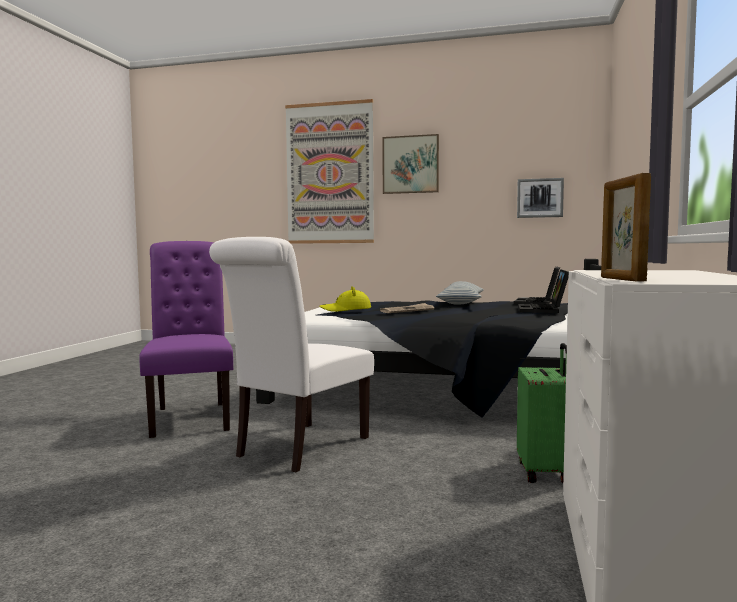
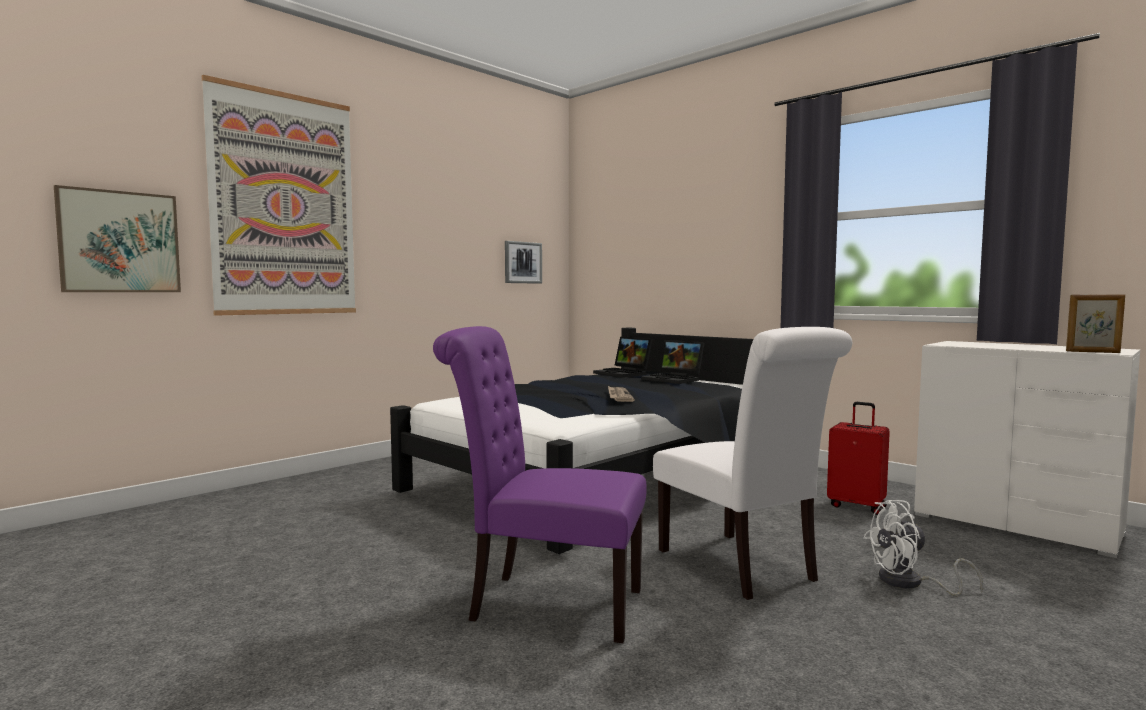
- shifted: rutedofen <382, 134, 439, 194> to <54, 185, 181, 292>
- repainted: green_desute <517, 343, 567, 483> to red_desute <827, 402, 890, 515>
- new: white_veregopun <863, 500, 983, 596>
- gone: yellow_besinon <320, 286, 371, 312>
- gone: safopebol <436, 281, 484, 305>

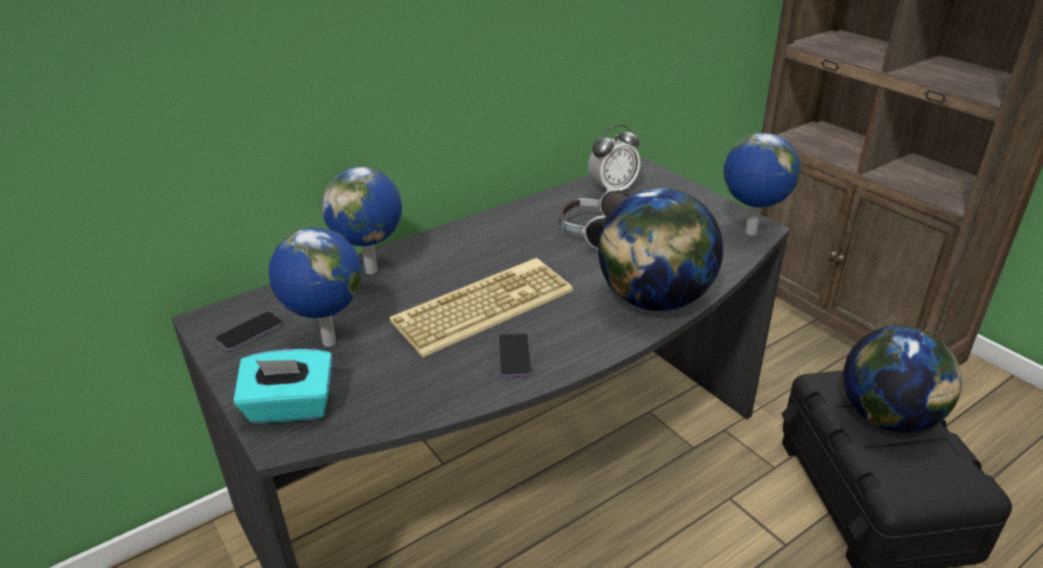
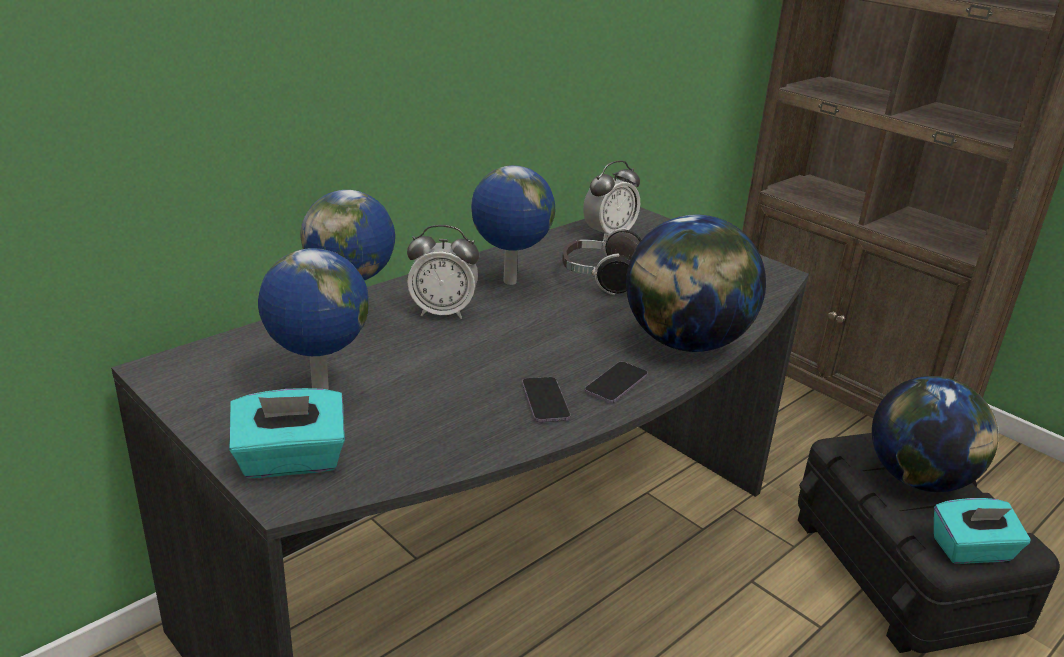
- new: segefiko <407, 225, 479, 319>
- shifted: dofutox <723, 133, 800, 235> to <471, 165, 555, 285>
- shifted: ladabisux <215, 312, 283, 351> to <585, 362, 648, 403>
- new: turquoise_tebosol <934, 498, 1031, 564>
- gone: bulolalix <389, 258, 573, 358>

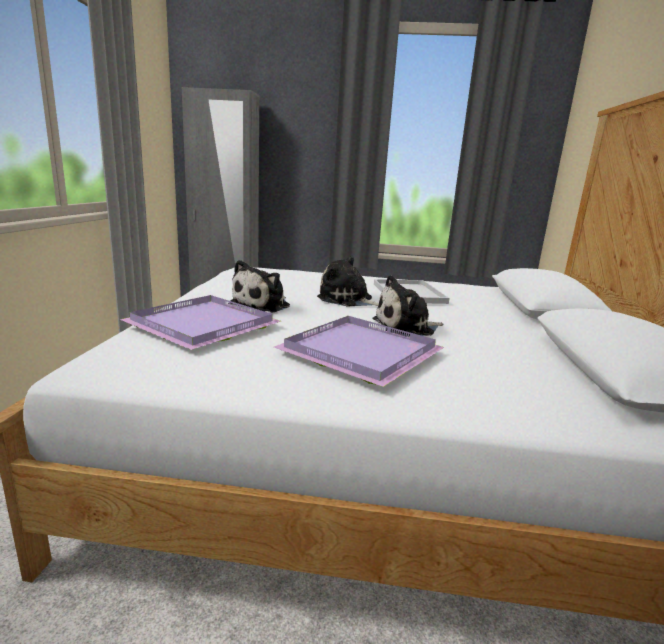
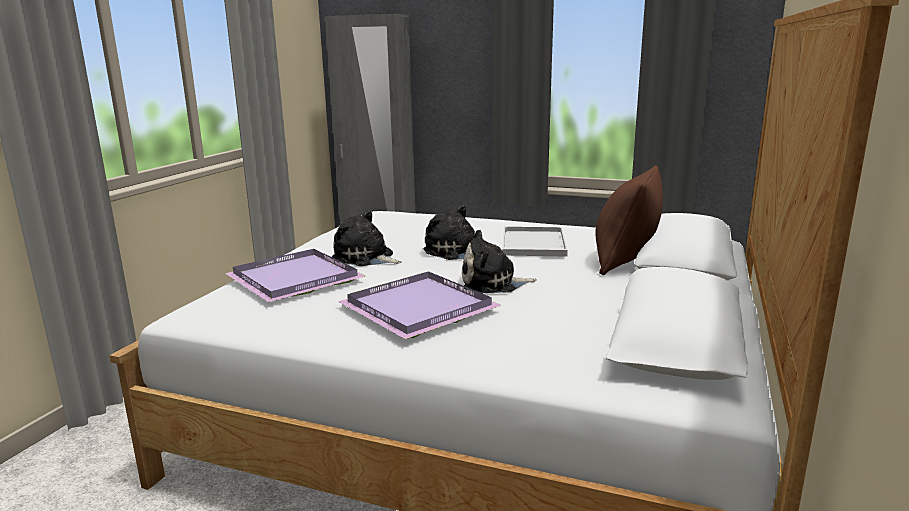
- rotated: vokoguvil <230, 260, 290, 312> = <332, 210, 402, 266> 75 degrees clockwise
- new: brown_safopebol <595, 165, 663, 275>

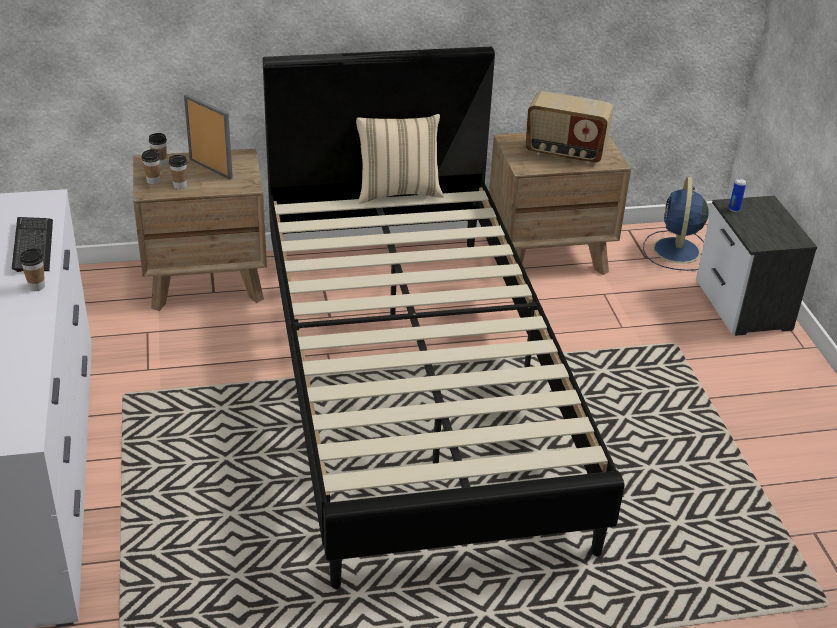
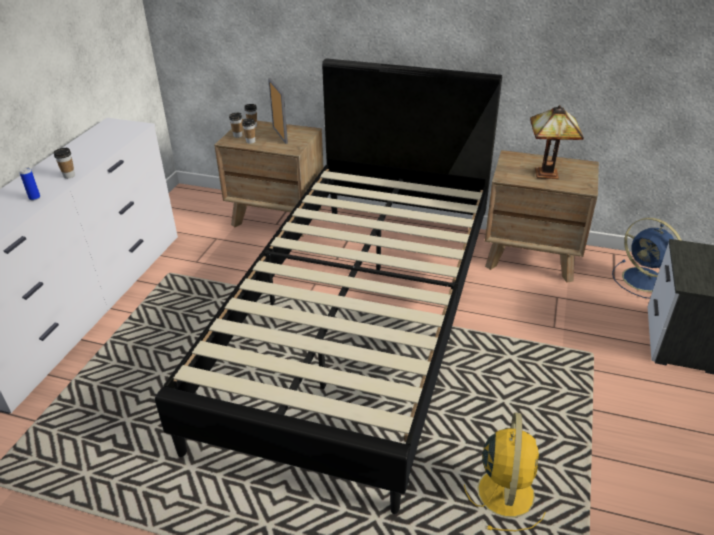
- shifted: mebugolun <729, 178, 746, 212> to <19, 167, 40, 201>
- new: yellow_veregopun <464, 412, 546, 531>
- swapped: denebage <525, 91, 614, 164> to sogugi <530, 105, 584, 179>
- rotated: blue_veregopun <643, 177, 709, 271> = <612, 218, 682, 299> 75 degrees counterclockwise
- gone: bulolalix <12, 217, 53, 272>
- gone: beige_safopebol <356, 114, 444, 204>

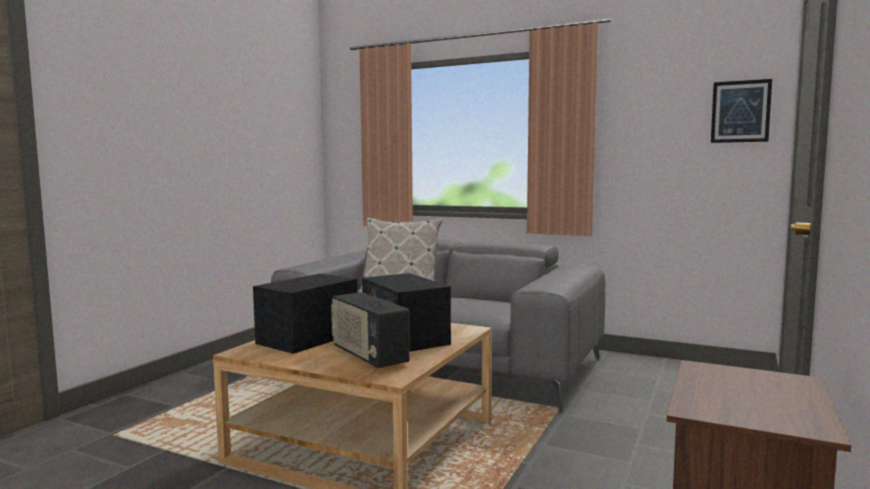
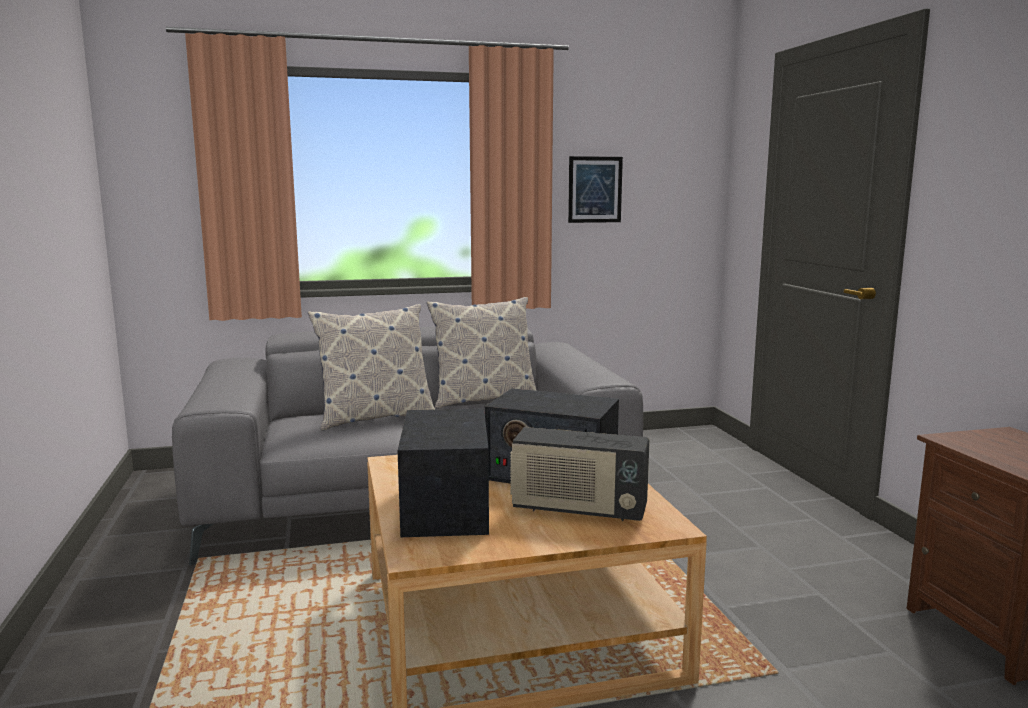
- new: safopebol <427, 297, 537, 409>
- shifted: rutedofen <711, 79, 772, 143> to <568, 156, 623, 223>

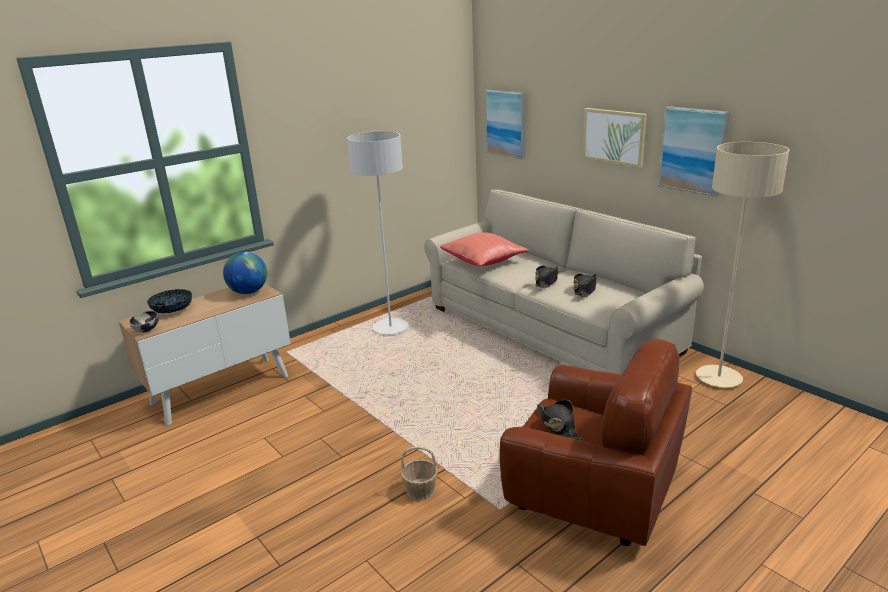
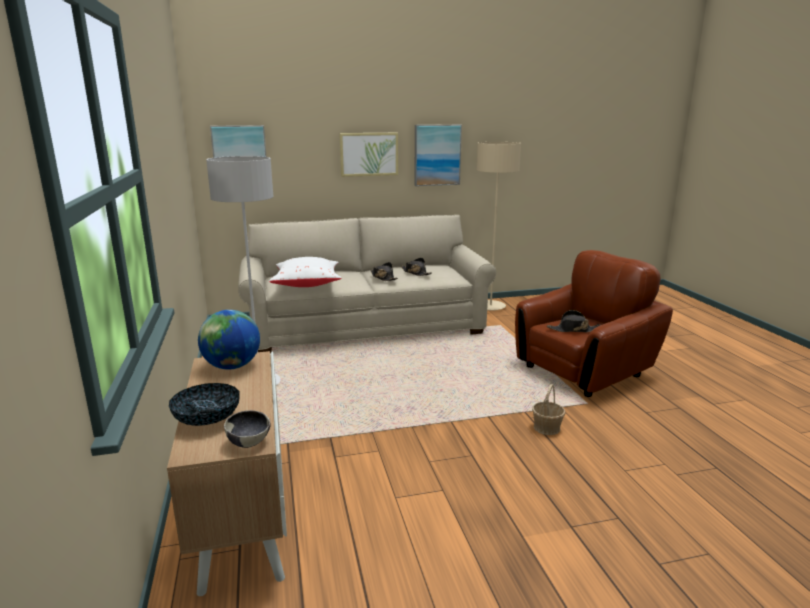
- repainted: red_safopebol <440, 232, 529, 266> to white_safopebol <269, 257, 341, 287>

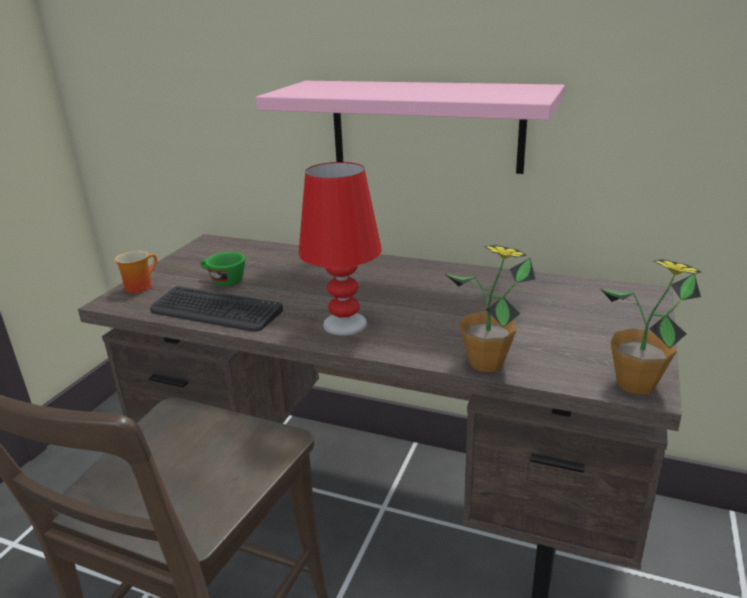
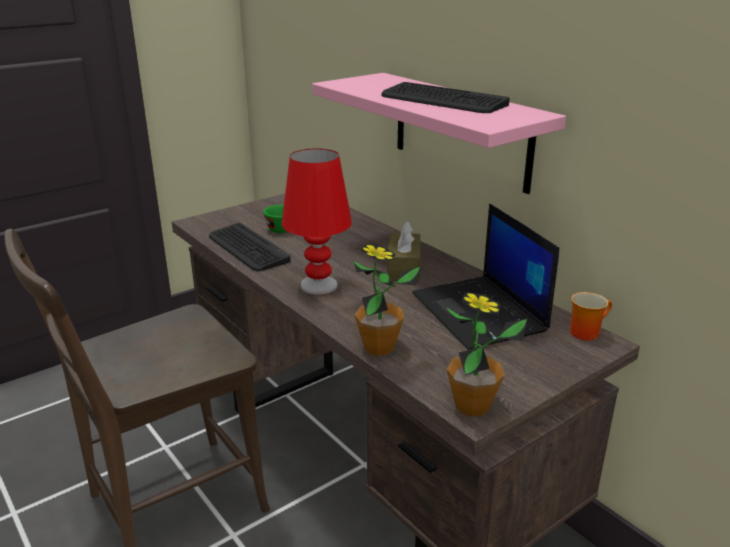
- new: bulolalix <381, 82, 510, 113>
- new: brown_tebosol <387, 221, 420, 282>
- new: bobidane <412, 203, 559, 350>
- shifted: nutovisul <115, 251, 157, 293> to <570, 292, 612, 341>

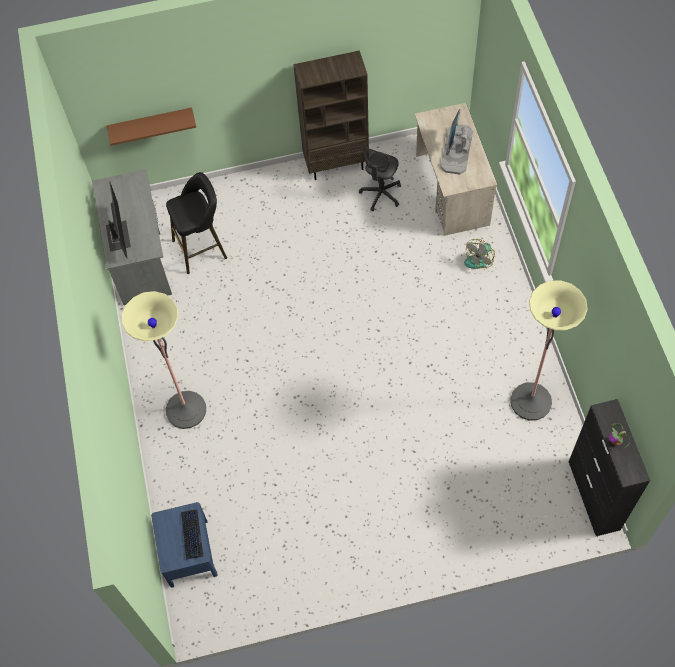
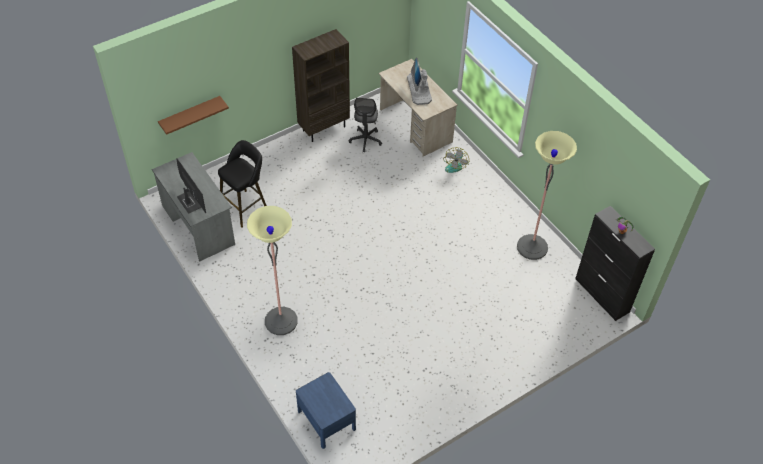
- gone: bulolalix <181, 510, 204, 560>

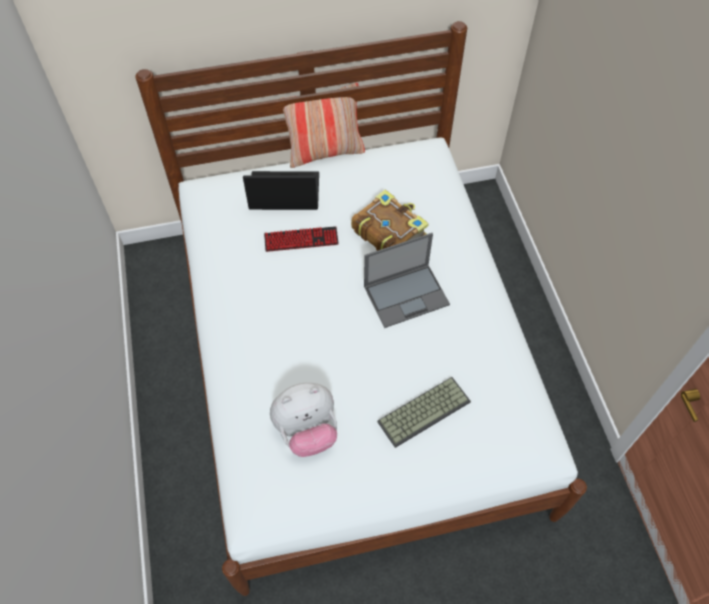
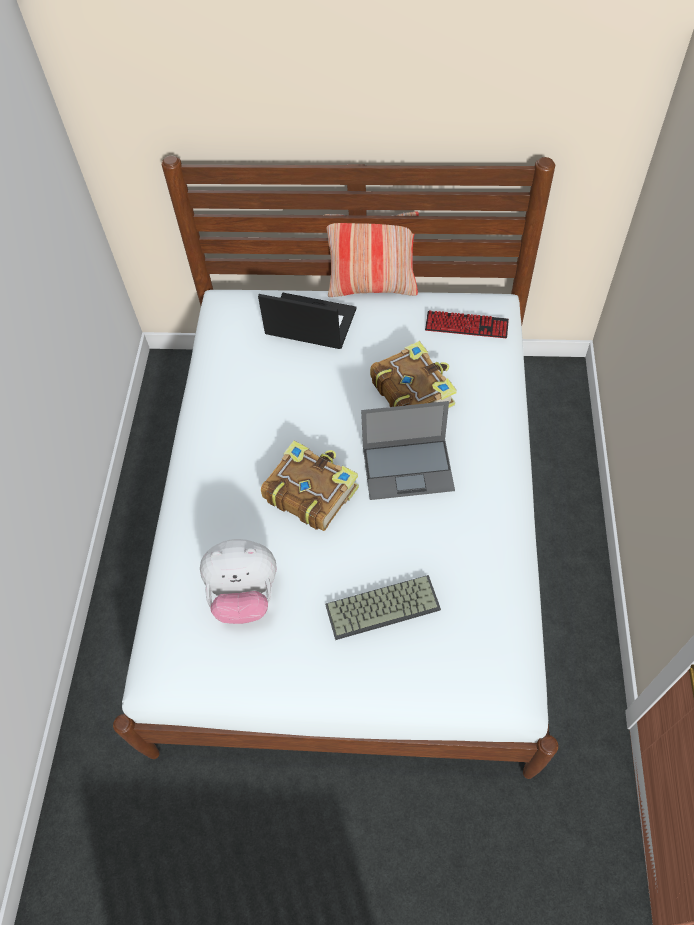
- new: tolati <261, 441, 359, 531>
- shifted: bulolalix <264, 226, 339, 252> to <425, 310, 509, 338>

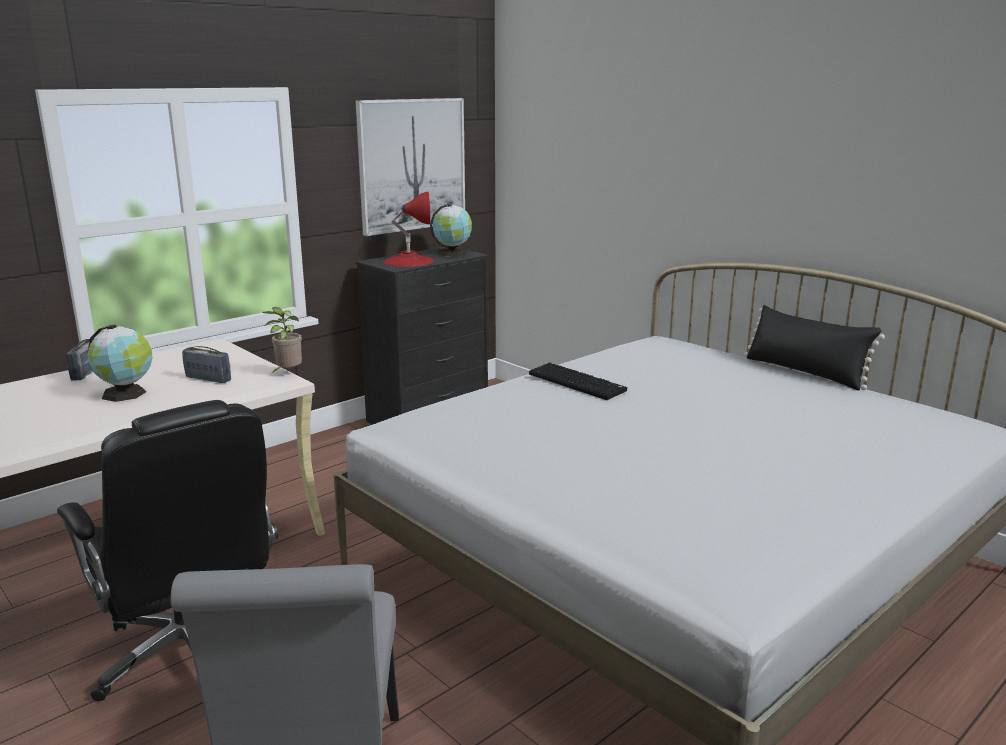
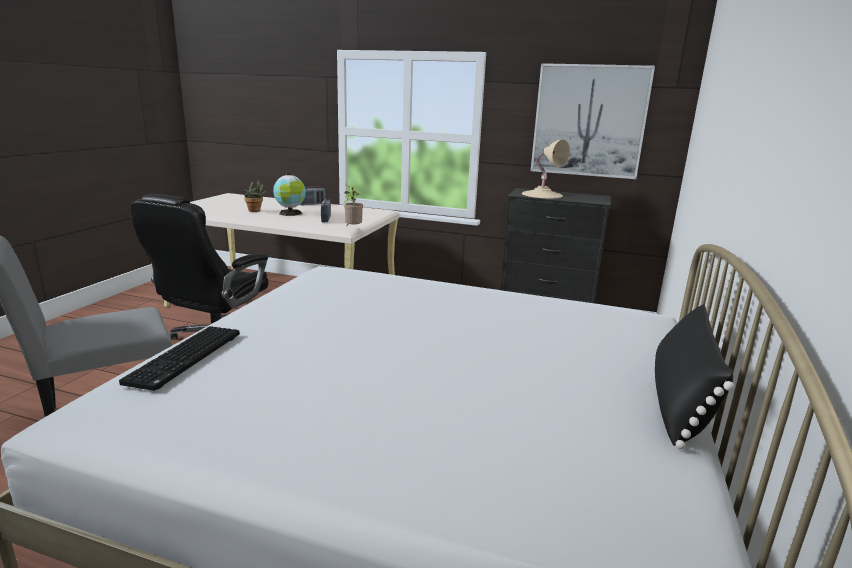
- shifted: bulolalix <529, 363, 627, 400> to <119, 326, 240, 391>
- new: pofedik <243, 179, 266, 212>
- repainted: red_sogugi <384, 192, 434, 267> to beige_sogugi <522, 139, 570, 198>
- gone: dofutox <430, 204, 472, 256>

